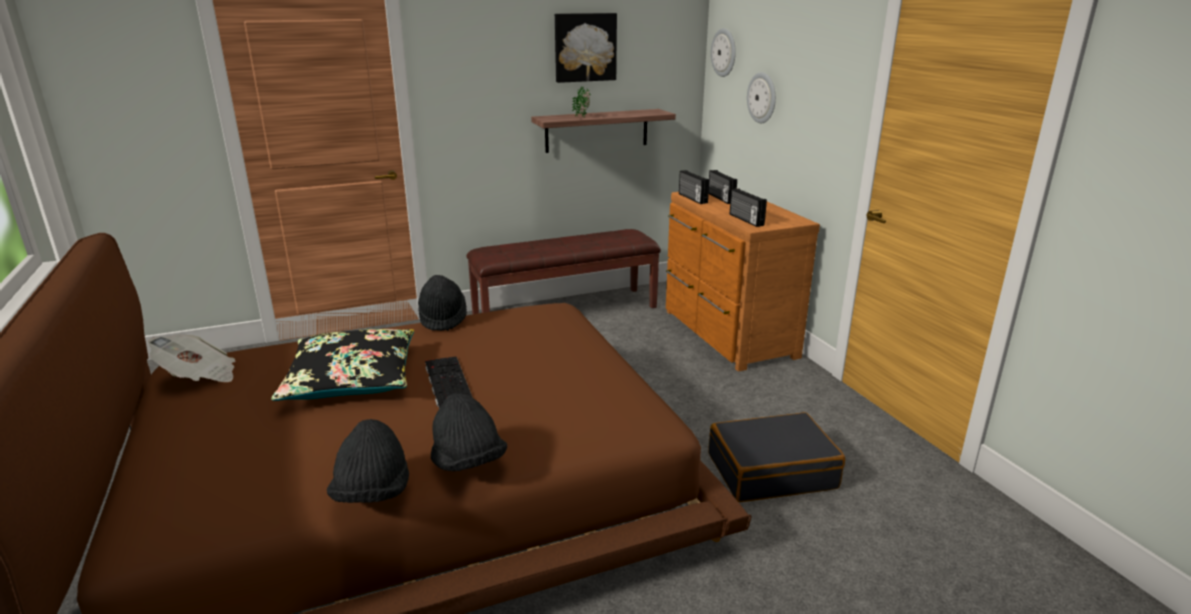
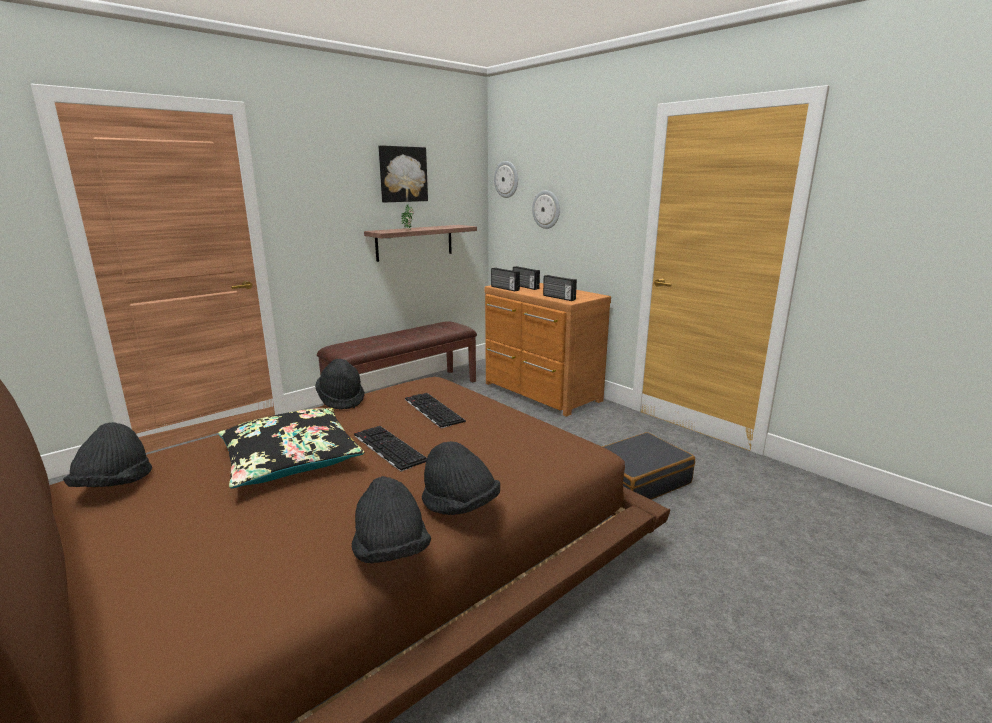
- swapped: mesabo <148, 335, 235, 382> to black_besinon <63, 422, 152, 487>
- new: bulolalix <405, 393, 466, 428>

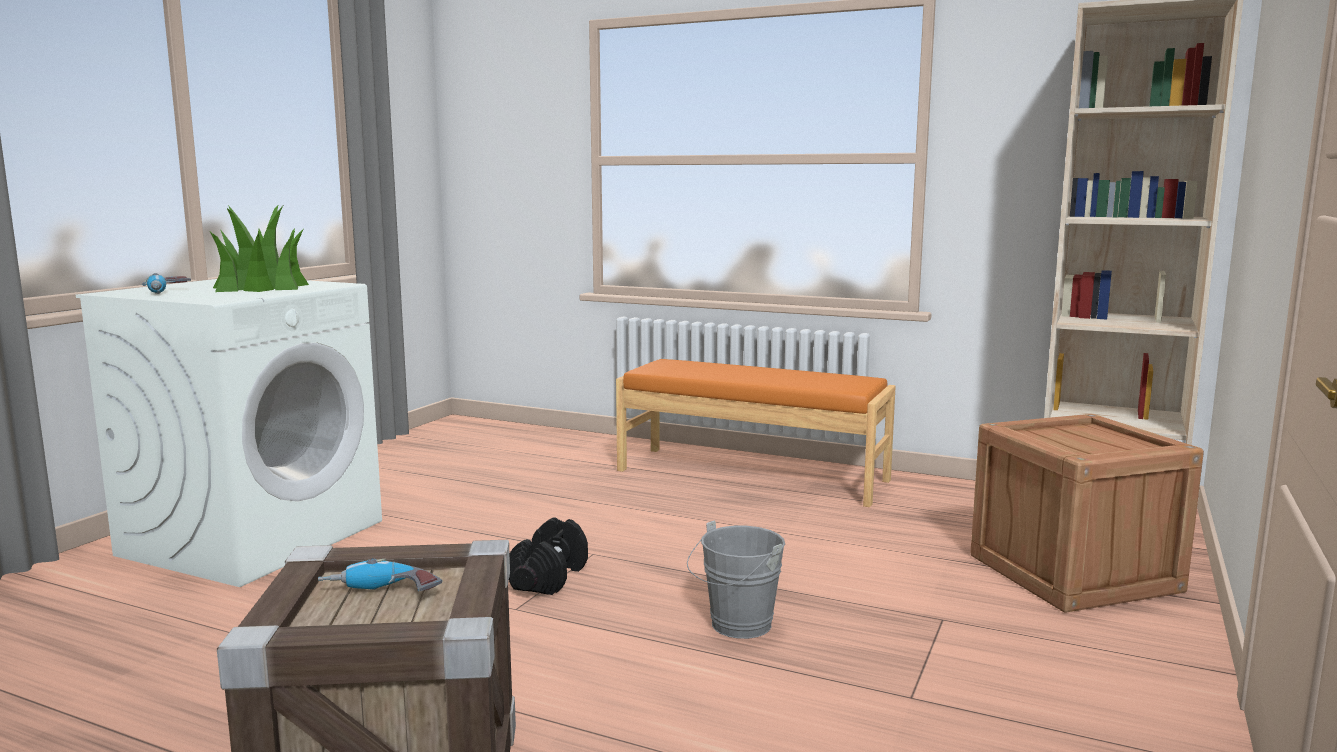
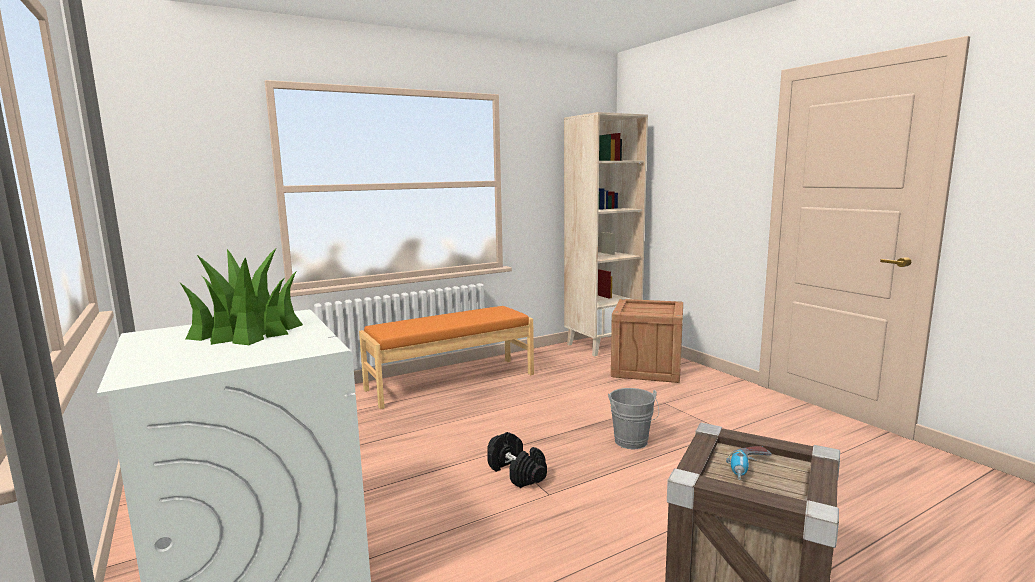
- gone: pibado <142, 273, 191, 294>

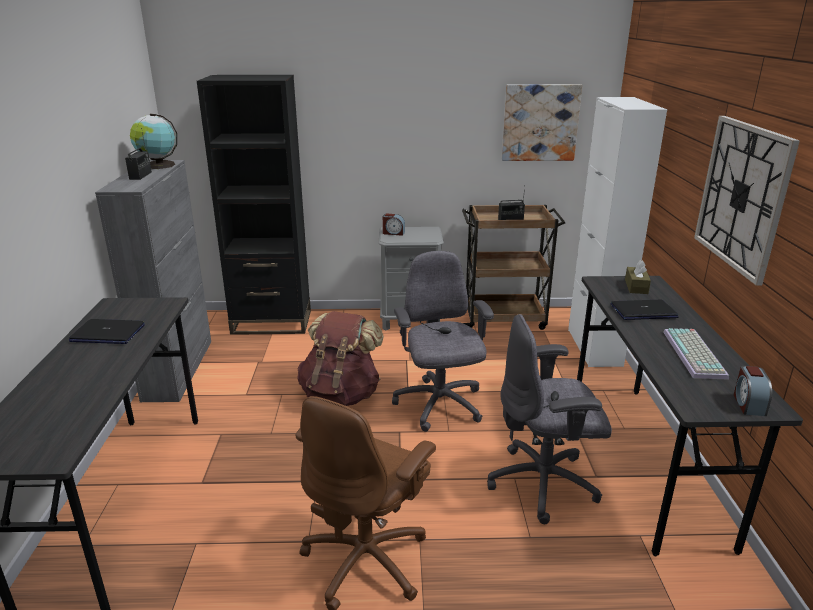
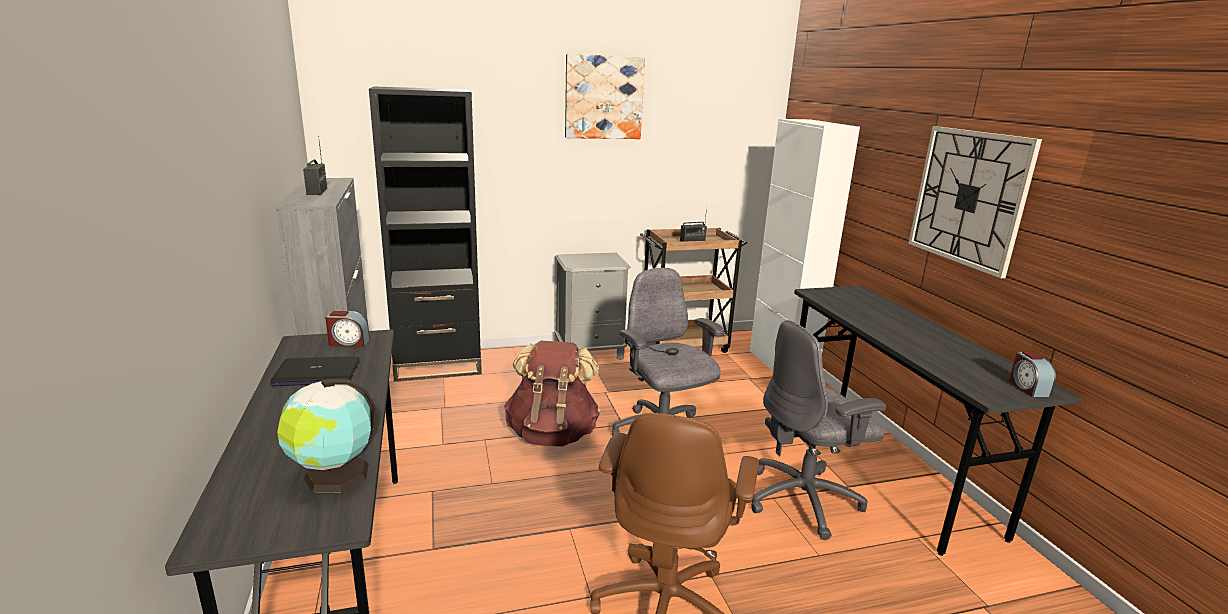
- shifted: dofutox <130, 113, 177, 169> to <277, 379, 377, 492>
- shifted: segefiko <383, 214, 405, 236> to <325, 311, 370, 347>
- shifted: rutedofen <502, 84, 582, 161> to <565, 54, 645, 139>
- gone: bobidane <611, 300, 679, 320>
- gone: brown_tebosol <625, 260, 651, 294>
- gone: bulolalix <663, 328, 729, 380>

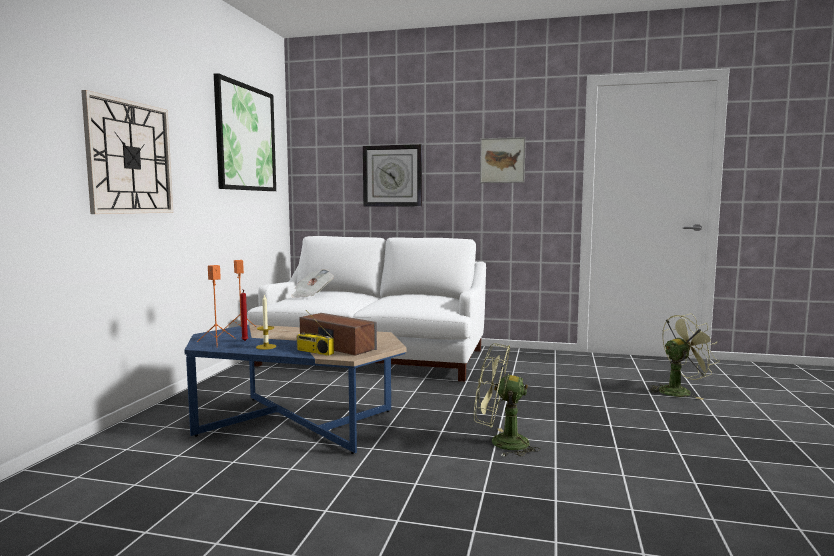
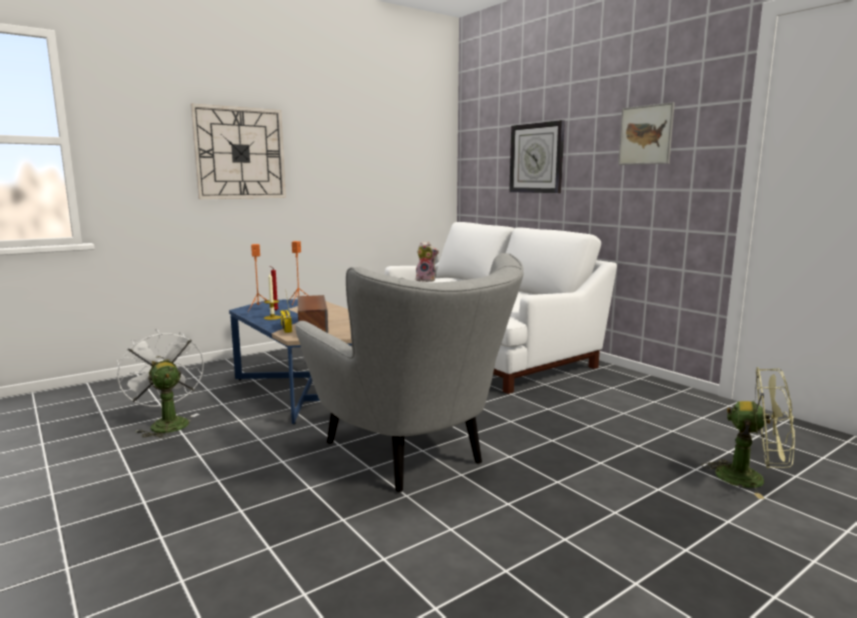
- new: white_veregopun <117, 329, 204, 439>
- swapped: green_veregopun <474, 343, 541, 456> to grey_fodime <295, 253, 523, 493>
- swapped: mesabo <291, 269, 334, 298> to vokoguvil <415, 241, 439, 282>
- gone: rutedofen <214, 73, 276, 191>

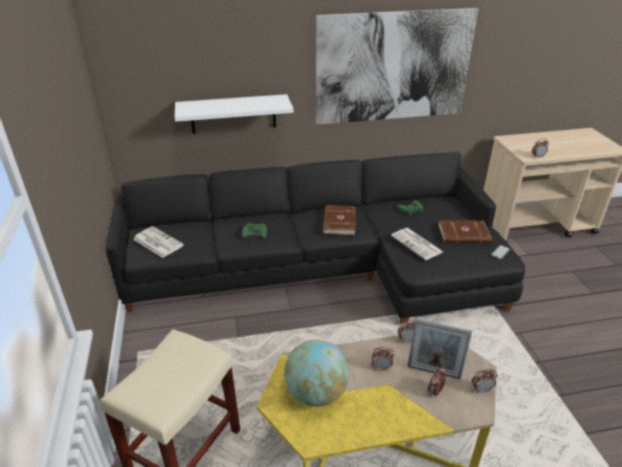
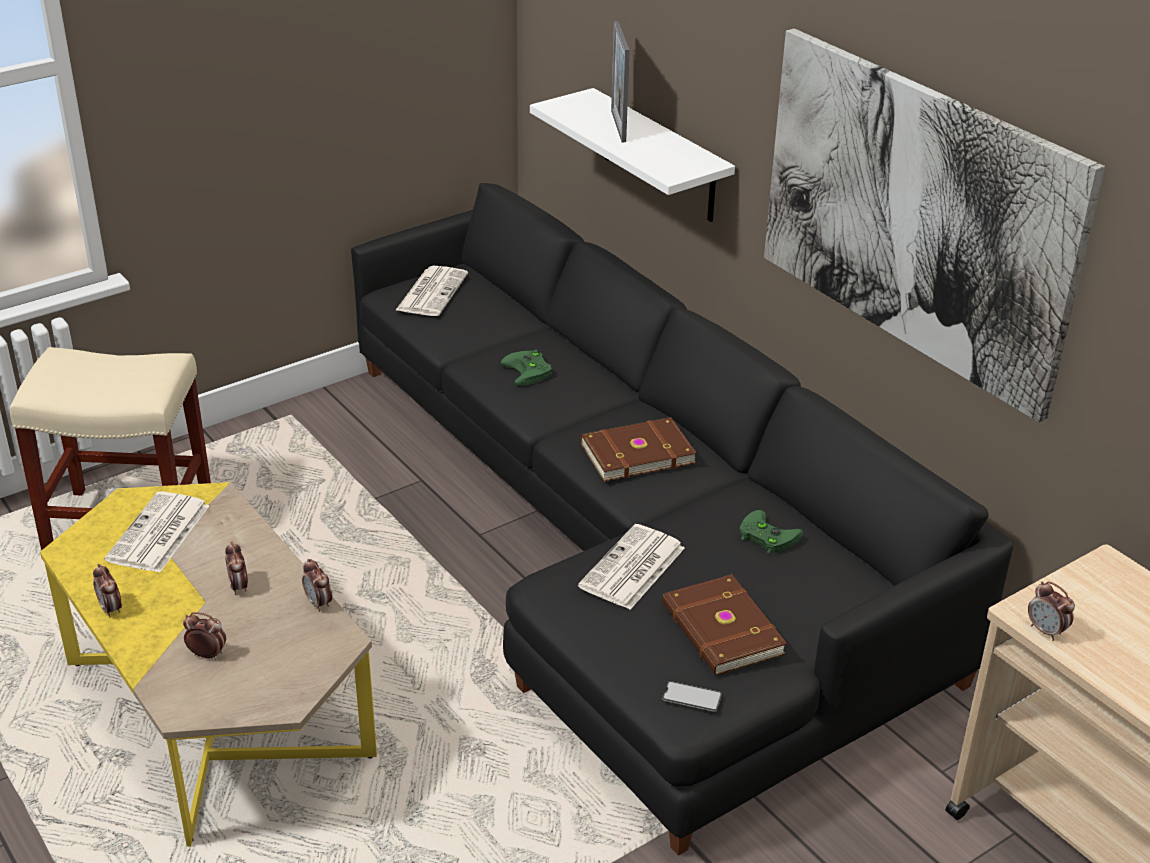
- shifted: segefiko <472, 369, 498, 393> to <93, 564, 122, 618>
- swapped: dofutox <284, 340, 349, 407> to mesabo <105, 491, 209, 573>
- shifted: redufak <408, 319, 472, 379> to <611, 21, 630, 142>

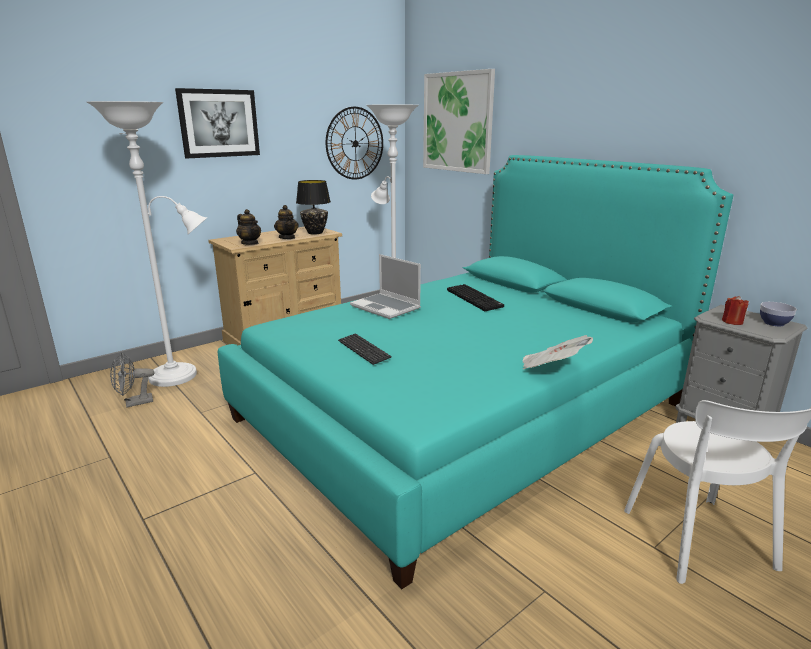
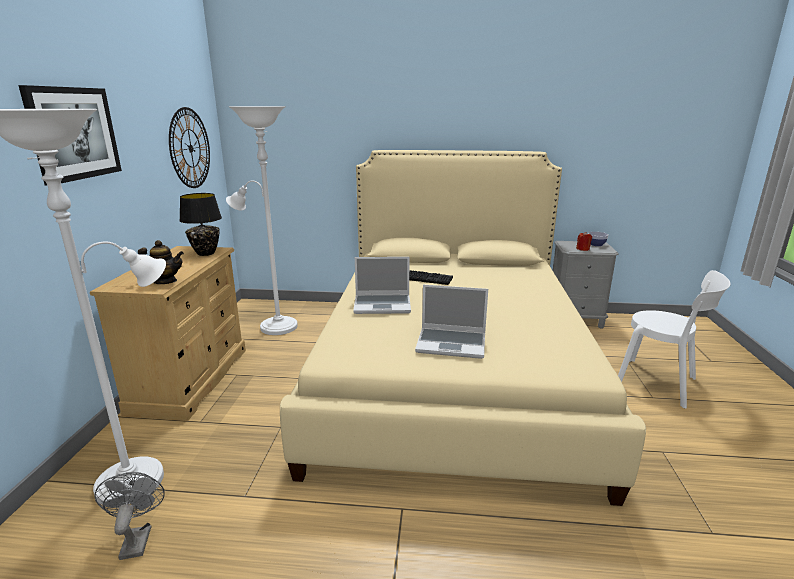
- rotated: grey_veregopun <110, 352, 155, 408> = <94, 472, 165, 560> 150 degrees clockwise
- repainted: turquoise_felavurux <217, 155, 733, 589> to beige_felavurux <280, 150, 646, 506>
- swapped: bulolalix <338, 334, 392, 365> to bobidane <415, 285, 488, 359>
- gone: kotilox <274, 205, 299, 239>
- gone: rutedofen <423, 69, 495, 174>
- gone: mesabo <523, 335, 593, 369>

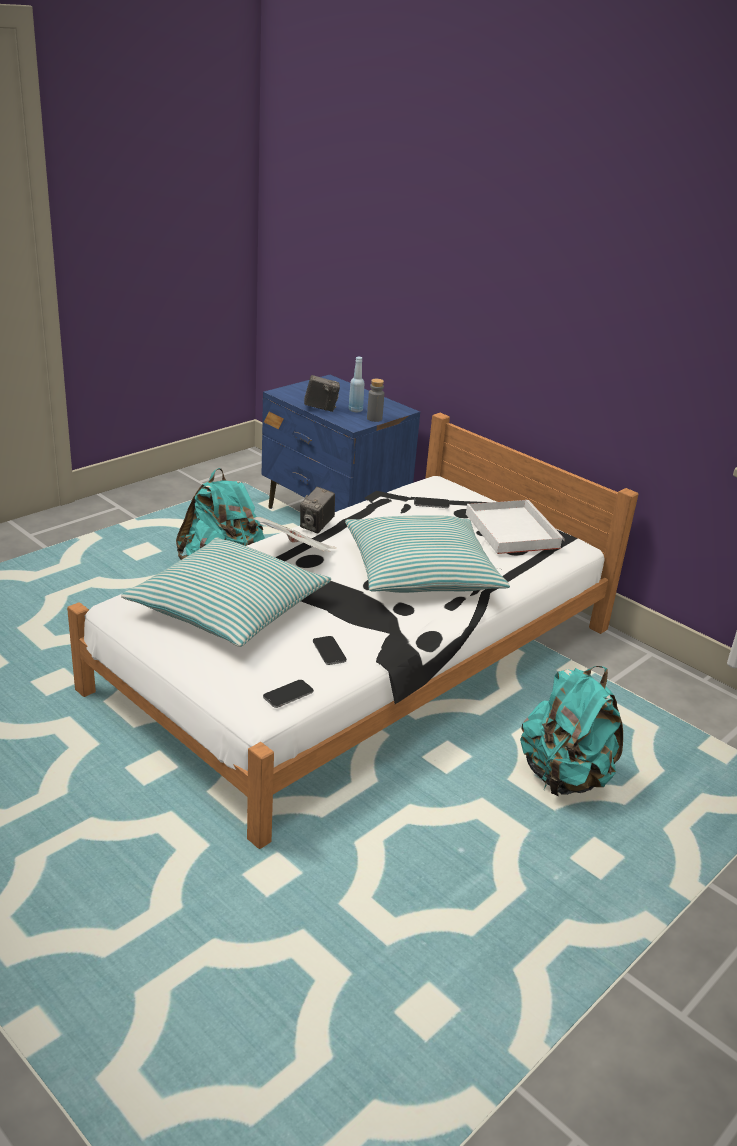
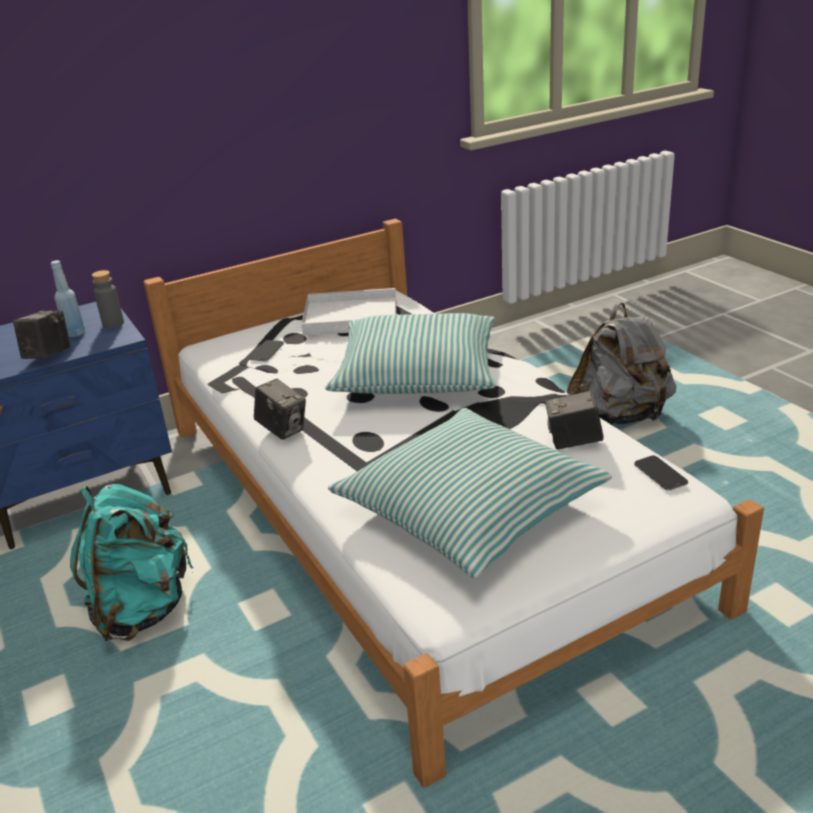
- swapped: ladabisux <313, 636, 347, 665> to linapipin <546, 391, 603, 450>
- repainted: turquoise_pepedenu <520, 666, 623, 796> to grey_pepedenu <567, 302, 676, 424>
- gone: mesabo <253, 517, 336, 552>

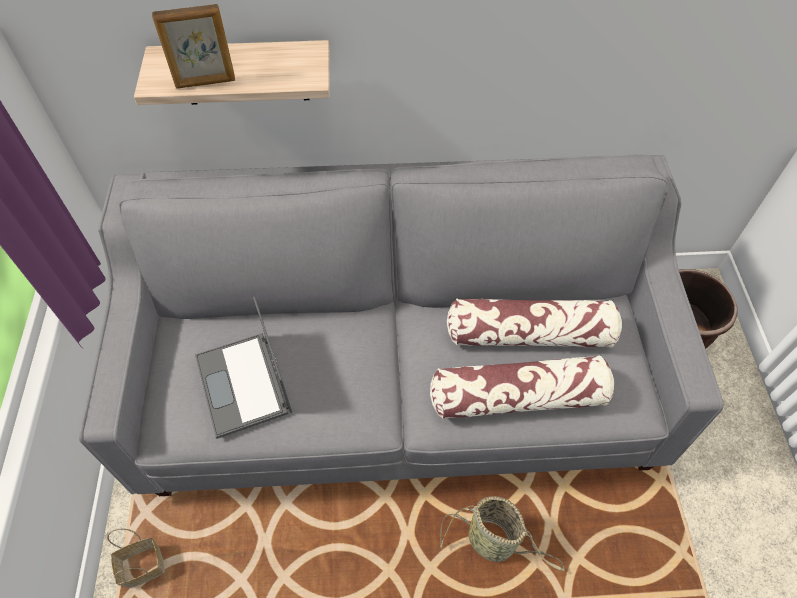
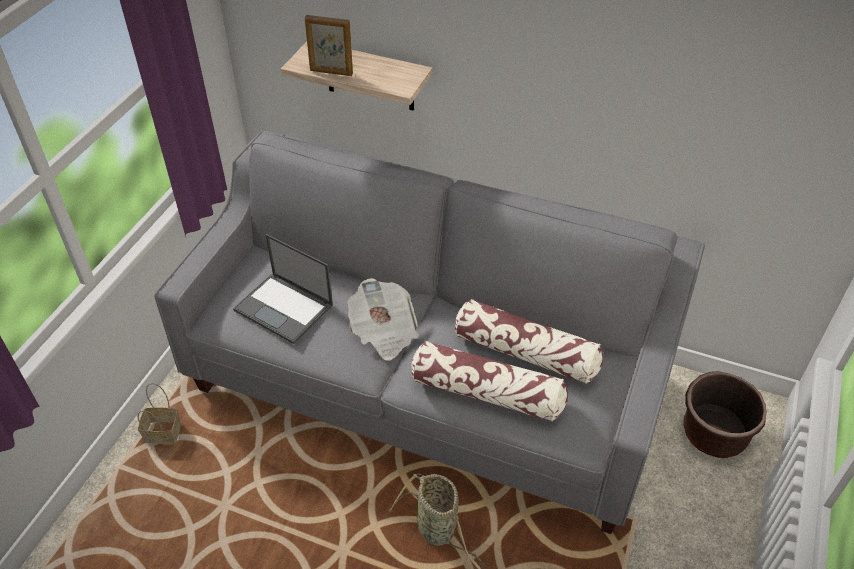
- rotated: bobidane <195, 297, 292, 439> = <233, 234, 333, 344> 60 degrees counterclockwise
- new: mesabo <347, 278, 419, 361>

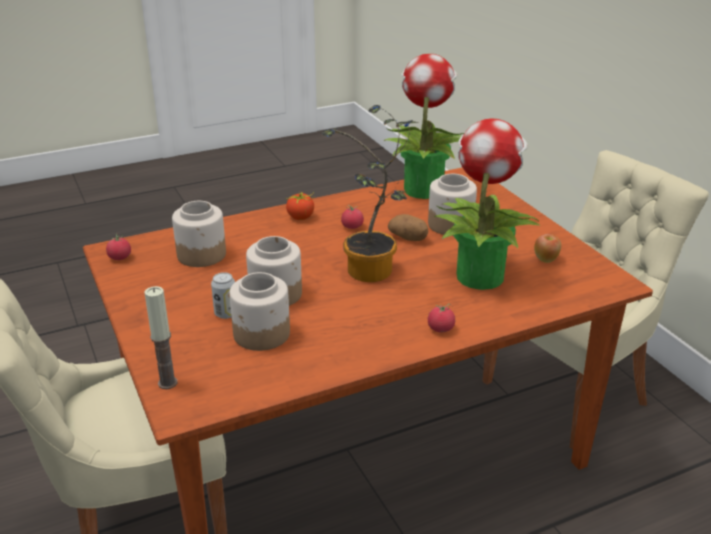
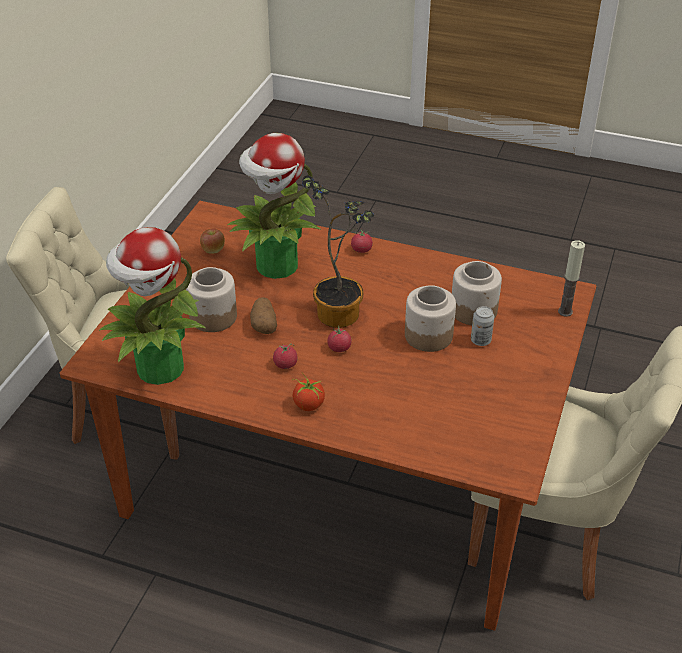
- shifted: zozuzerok <106, 234, 131, 260> to <327, 326, 352, 352>
- gone: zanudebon <172, 201, 226, 267>

